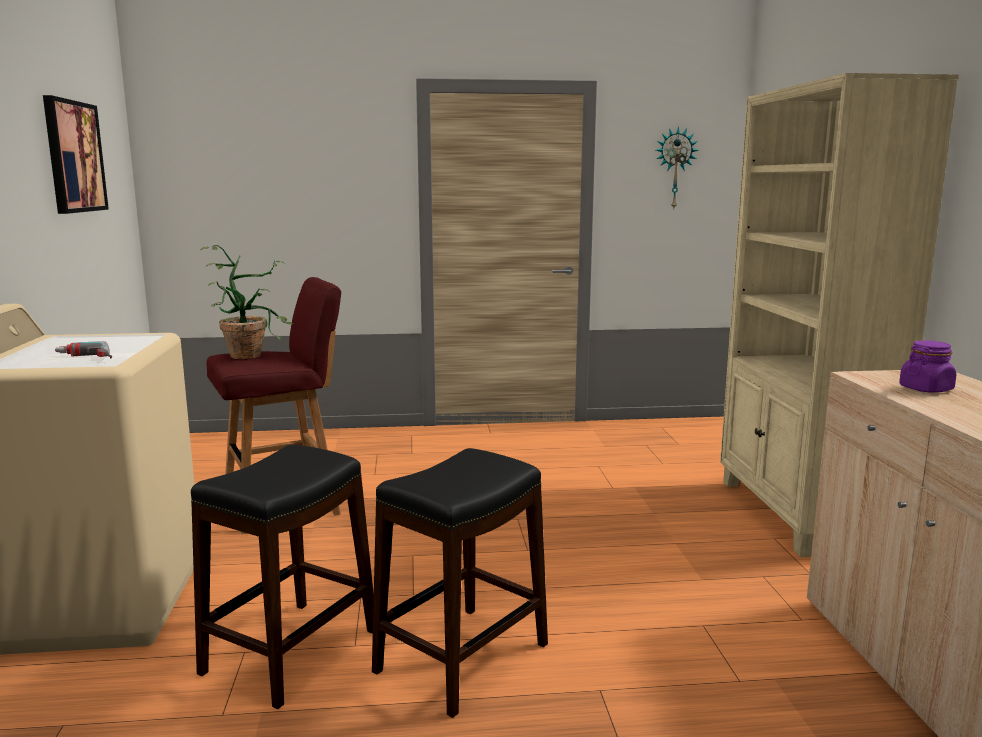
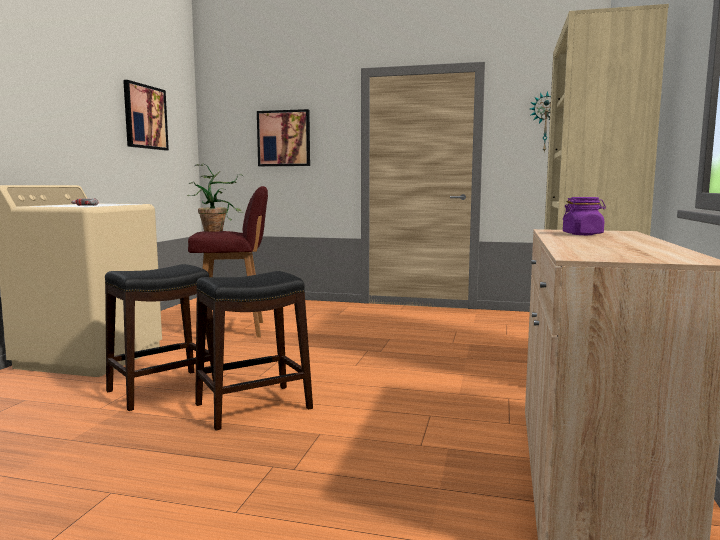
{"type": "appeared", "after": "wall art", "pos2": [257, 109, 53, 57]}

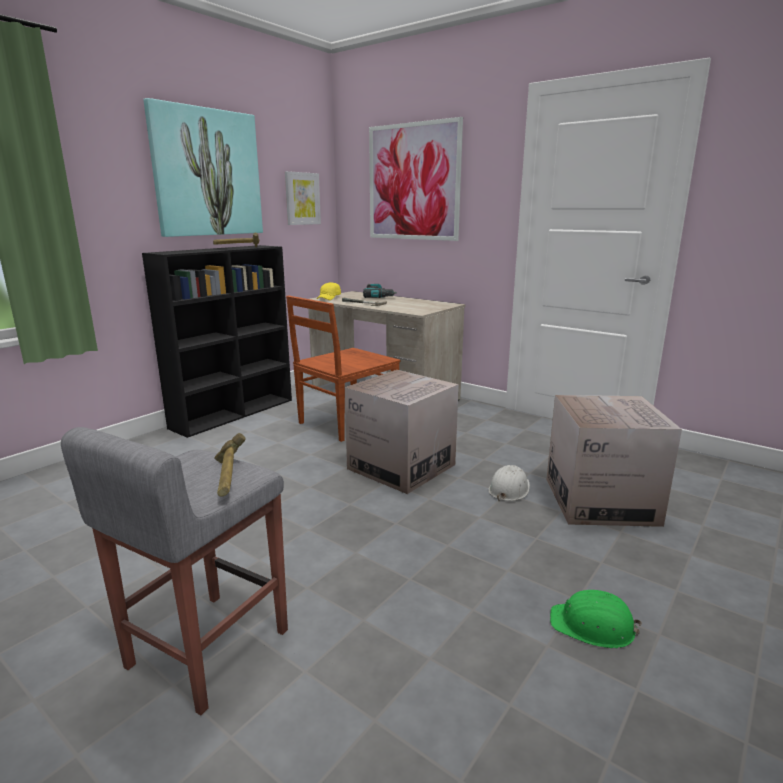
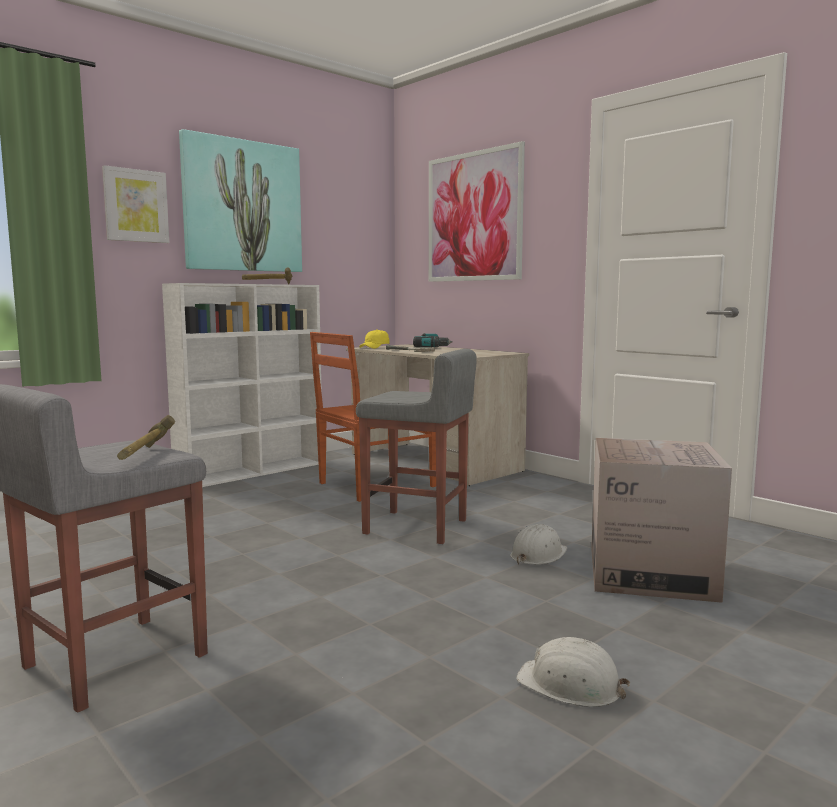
{"type": "relocated", "before": "wall art", "pos1": [285, 171, 36, 54], "pos2": [102, 165, 67, 78]}
{"type": "colour", "before": "shelving unit (black)", "after": "shelving unit (white-coloured)", "pos1": [142, 245, 150, 193], "pos2": [162, 283, 160, 204]}
{"type": "exchanged", "before": "packing box", "after": "sitting stool (greyish)", "pos1": [345, 370, 114, 124], "pos2": [356, 349, 121, 195]}
{"type": "colour", "before": "safety helmet (green)", "after": "safety helmet (white-coloured)", "pos1": [550, 590, 92, 58], "pos2": [516, 637, 114, 70]}

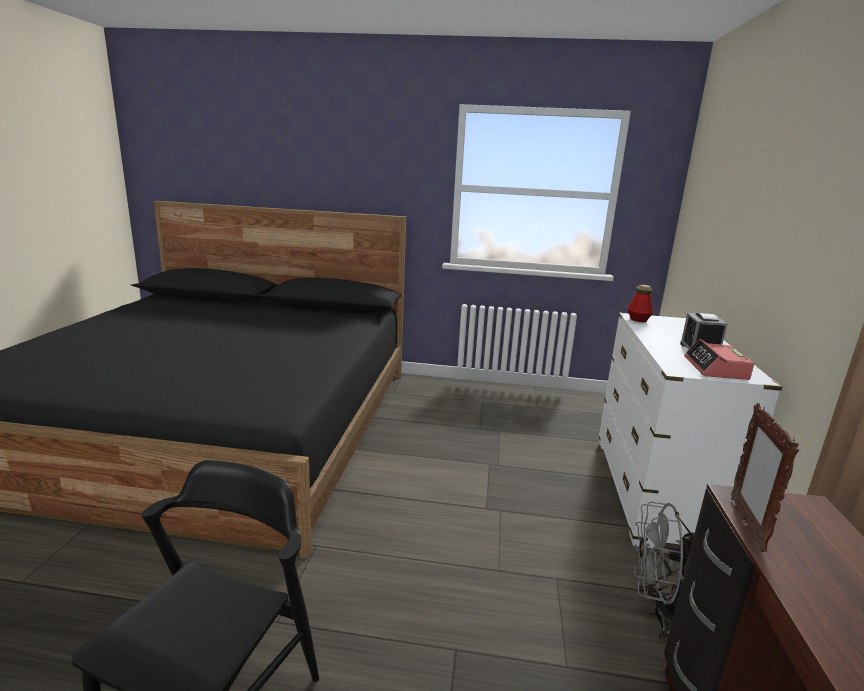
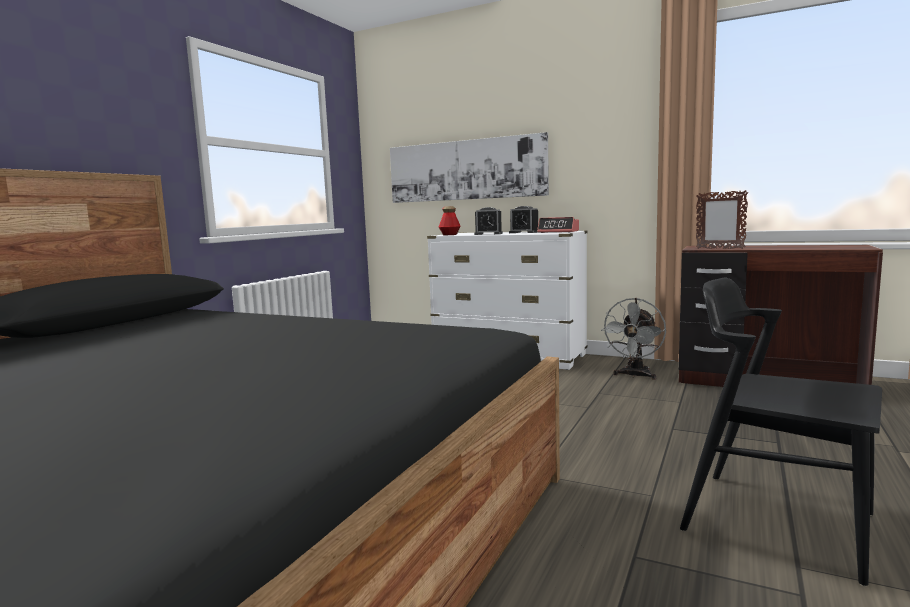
{"type": "appeared", "after": "wall art", "pos2": [390, 132, 159, 71]}
{"type": "appeared", "after": "bedside clock", "pos2": [474, 207, 29, 28]}

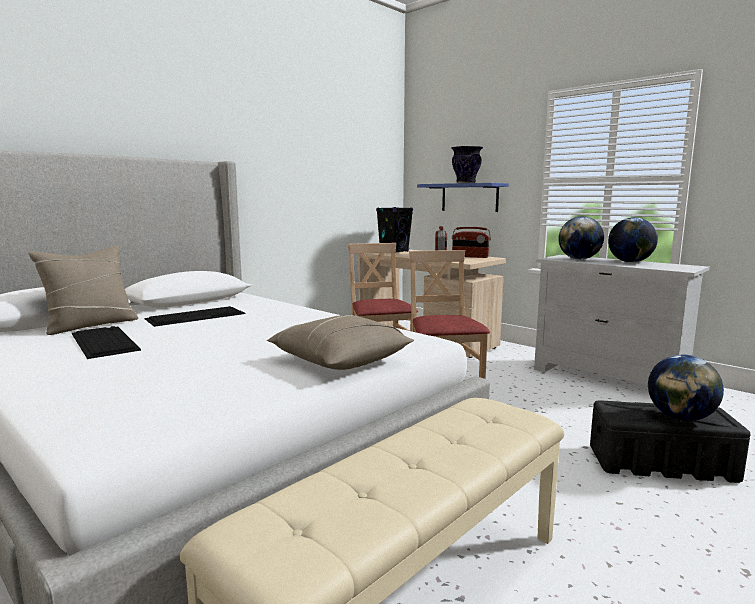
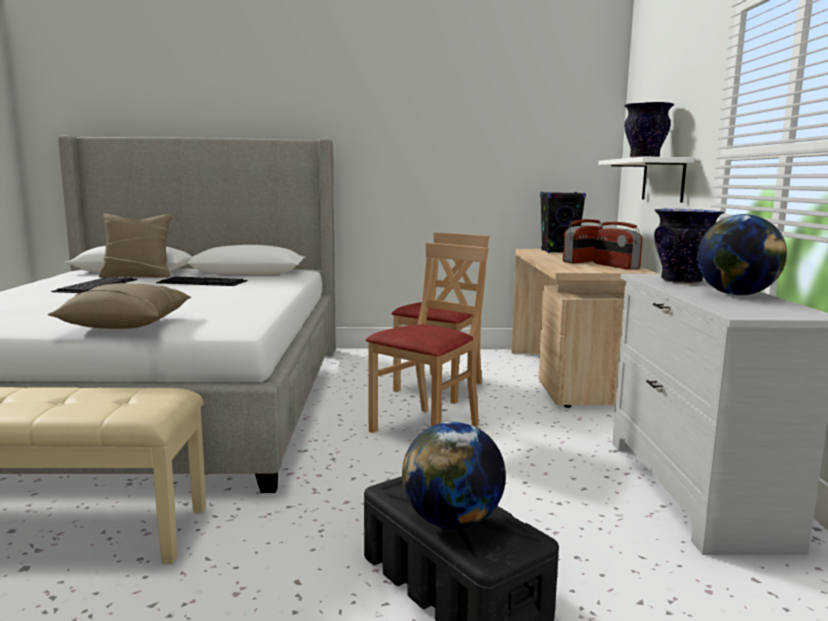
{"type": "colour", "before": "shelf (blue-coloured)", "after": "shelf (white-coloured)", "pos1": [417, 183, 92, 29], "pos2": [598, 157, 96, 46]}
{"type": "exchanged", "before": "desk globe", "after": "vase", "pos1": [559, 216, 45, 43], "pos2": [654, 208, 70, 76]}

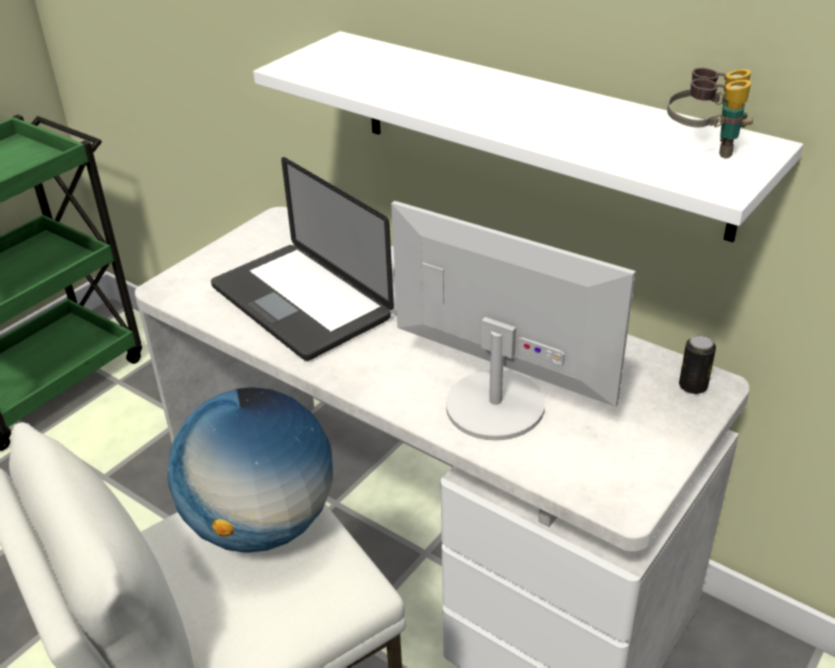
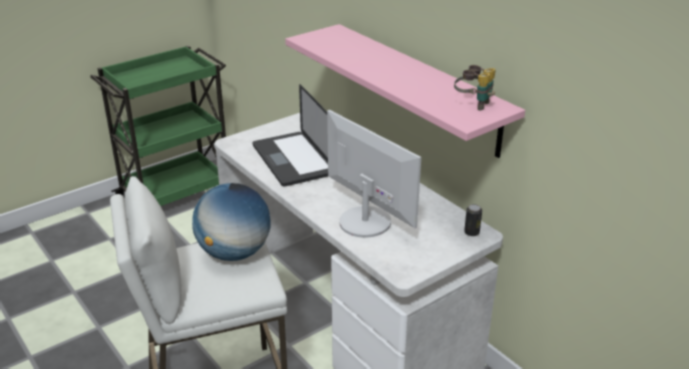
{"type": "colour", "before": "shelf (white-coloured)", "after": "shelf (pink)", "pos1": [253, 31, 550, 211], "pos2": [285, 24, 240, 134]}

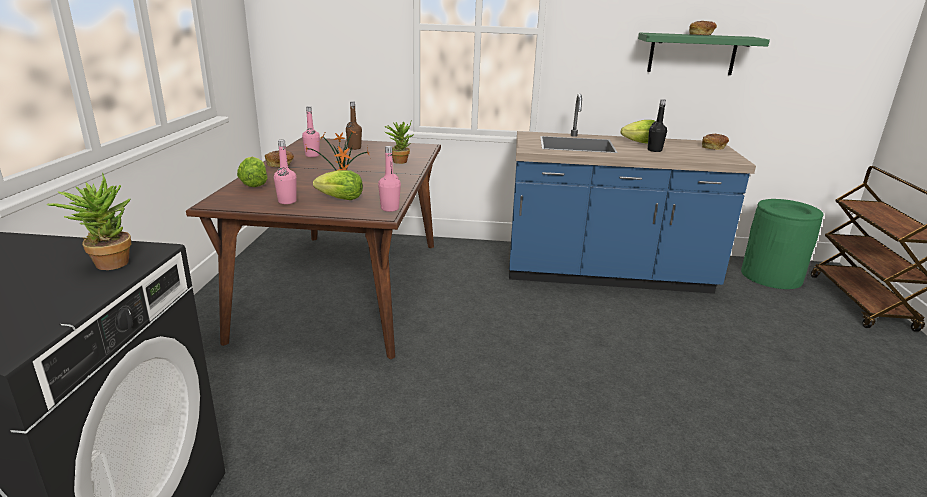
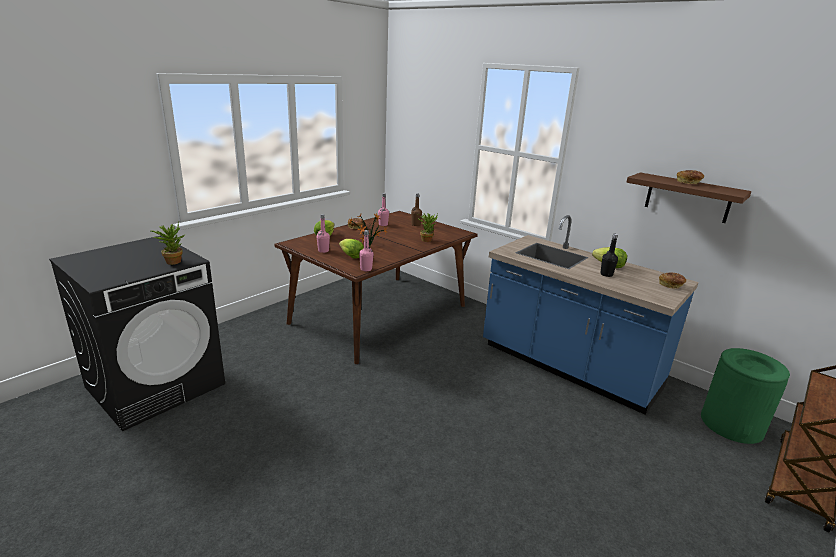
{"type": "colour", "before": "shelf (green)", "after": "shelf (brown-coloured)", "pos1": [638, 33, 132, 42], "pos2": [626, 173, 126, 50]}

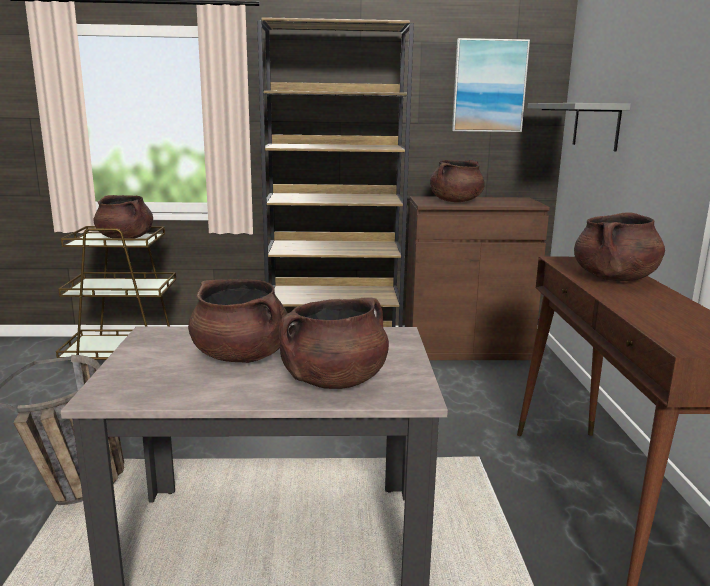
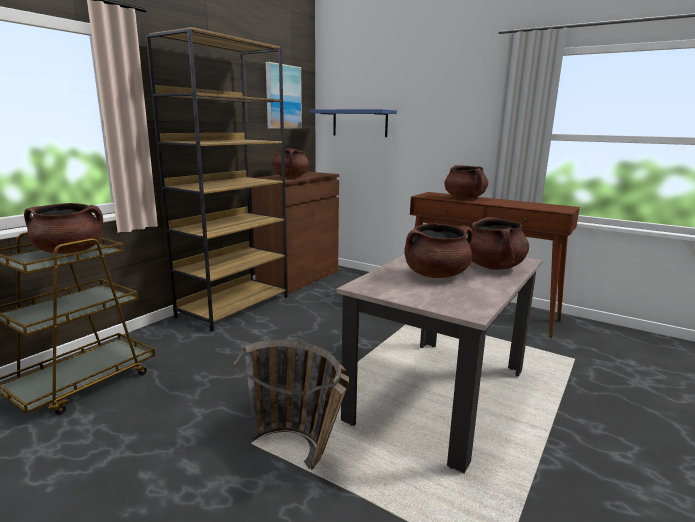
{"type": "colour", "before": "shelf (greyish)", "after": "shelf (blue-coloured)", "pos1": [528, 103, 103, 49], "pos2": [310, 109, 87, 28]}

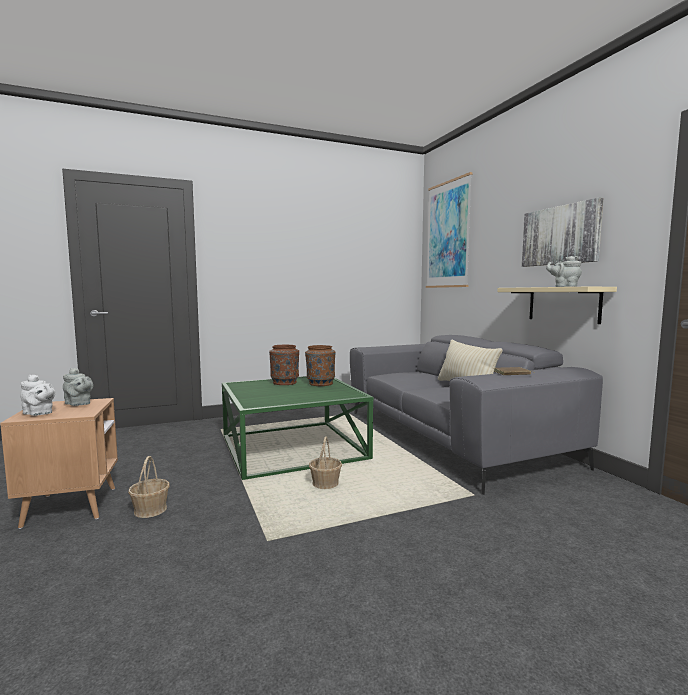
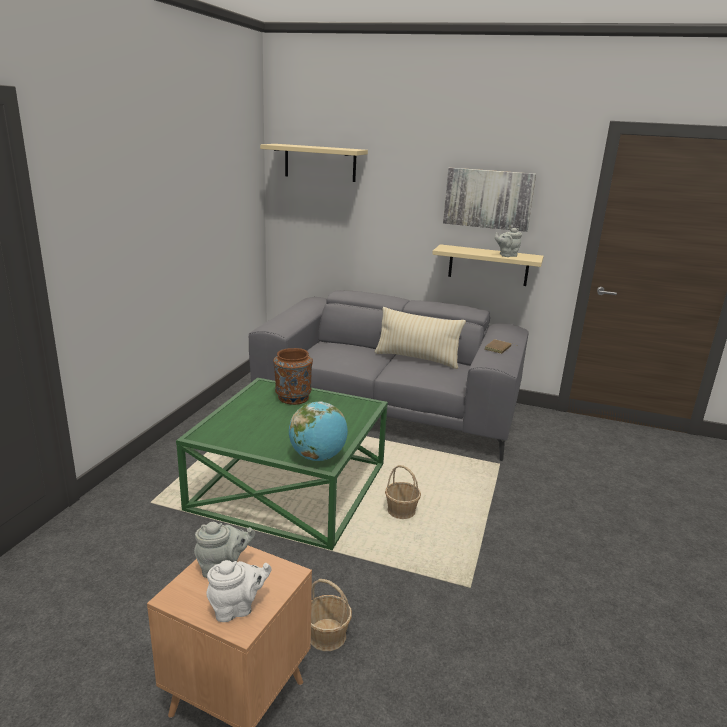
{"type": "exchanged", "before": "wall art", "after": "shelf (beige)", "pos1": [426, 172, 47, 116], "pos2": [260, 144, 108, 38]}
{"type": "appeared", "after": "desk globe", "pos2": [289, 402, 59, 59]}
{"type": "missing", "before": "vase (brown-coloured)", "pos1": [269, 345, 30, 40]}

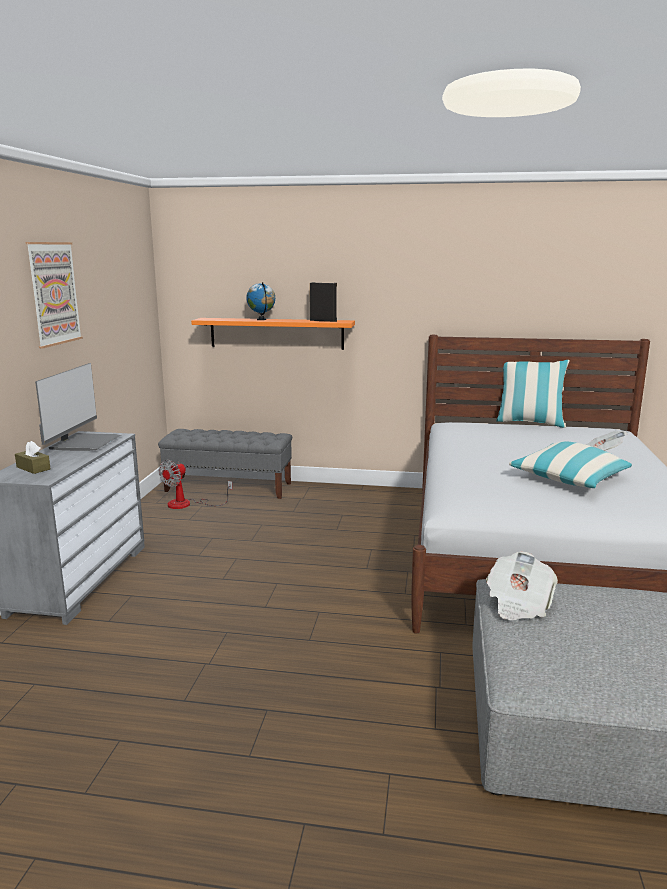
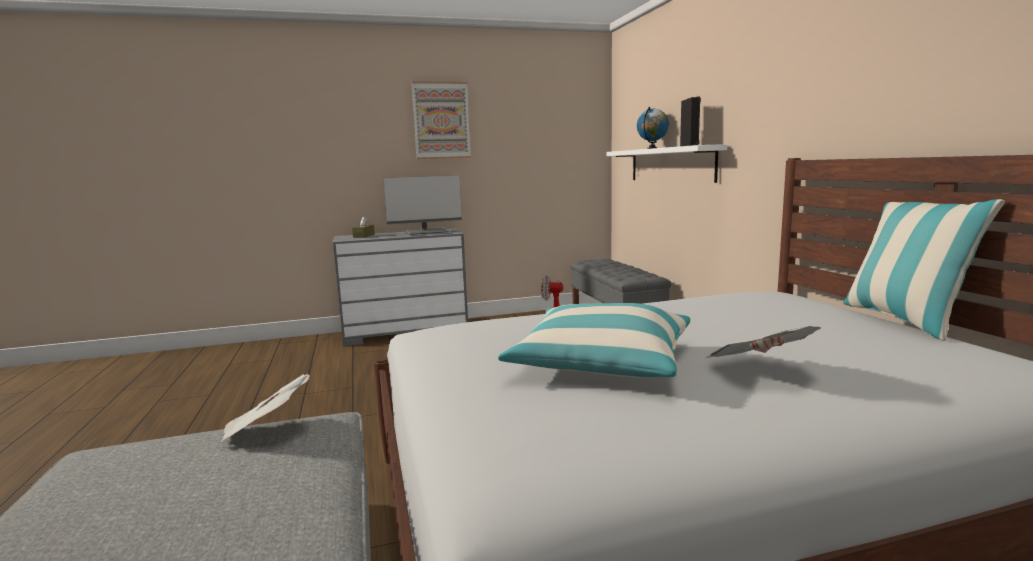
{"type": "colour", "before": "shelf (orangey)", "after": "shelf (white-coloured)", "pos1": [191, 318, 164, 32], "pos2": [606, 144, 121, 39]}

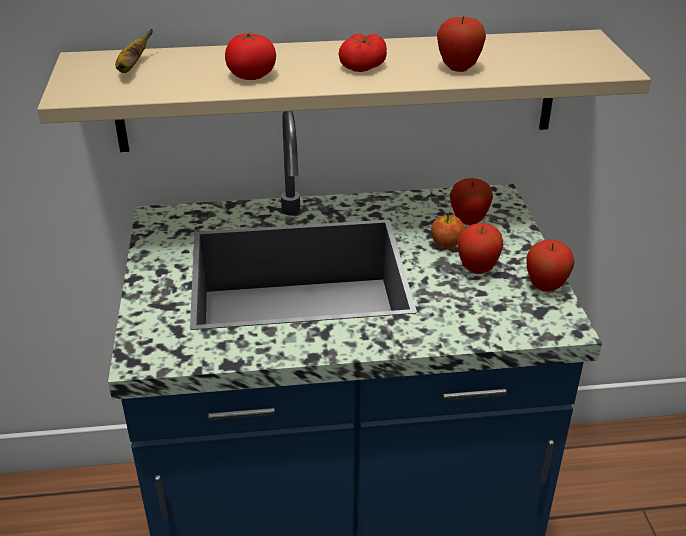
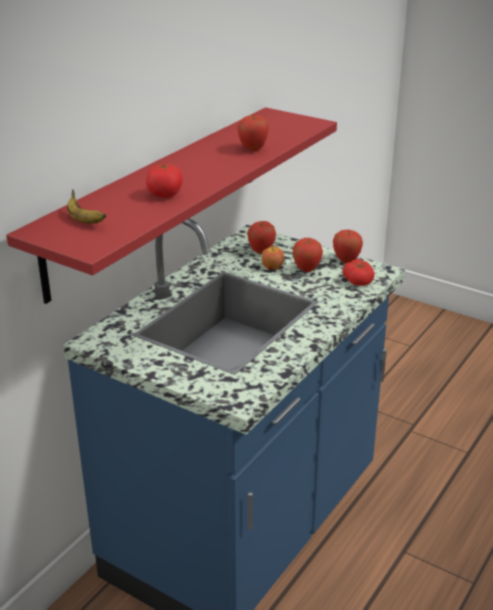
{"type": "colour", "before": "shelf (beige)", "after": "shelf (red)", "pos1": [37, 30, 614, 122], "pos2": [6, 108, 331, 196]}
{"type": "relocated", "before": "whole tomato", "pos1": [339, 34, 48, 38], "pos2": [343, 259, 32, 27]}

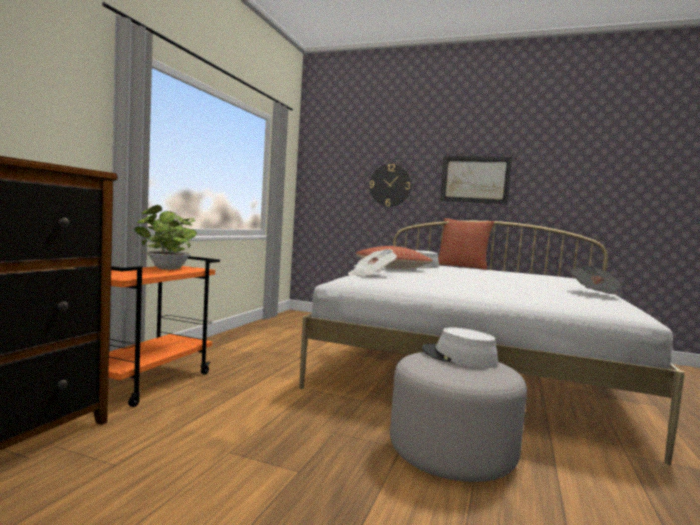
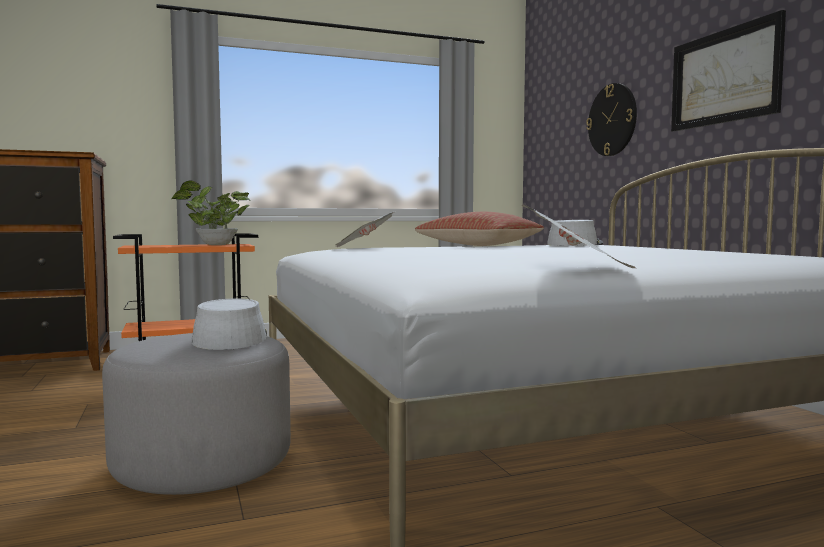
{"type": "missing", "before": "throw pillow", "pos1": [438, 218, 56, 52]}

